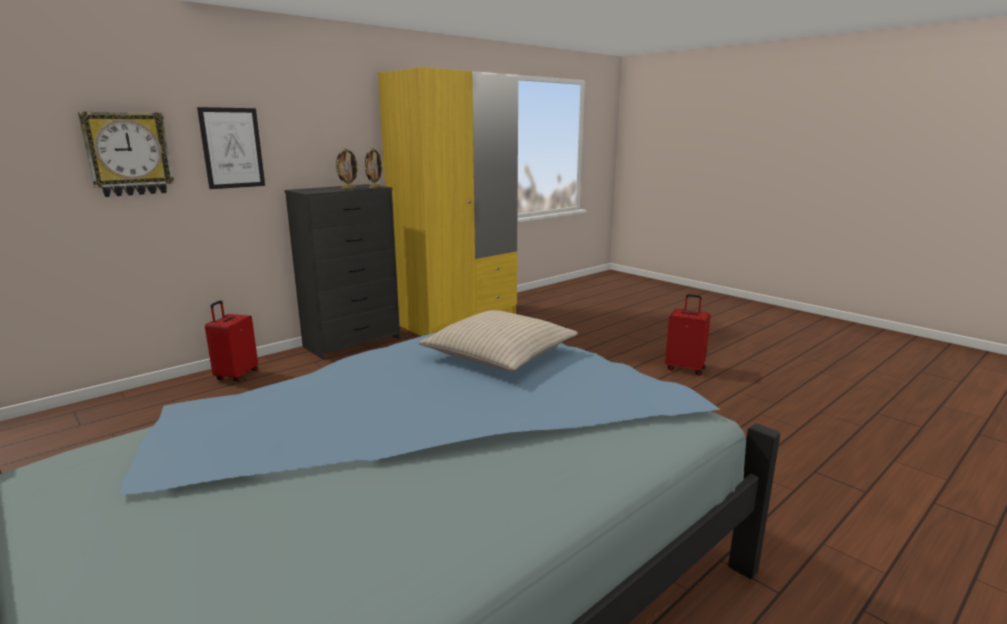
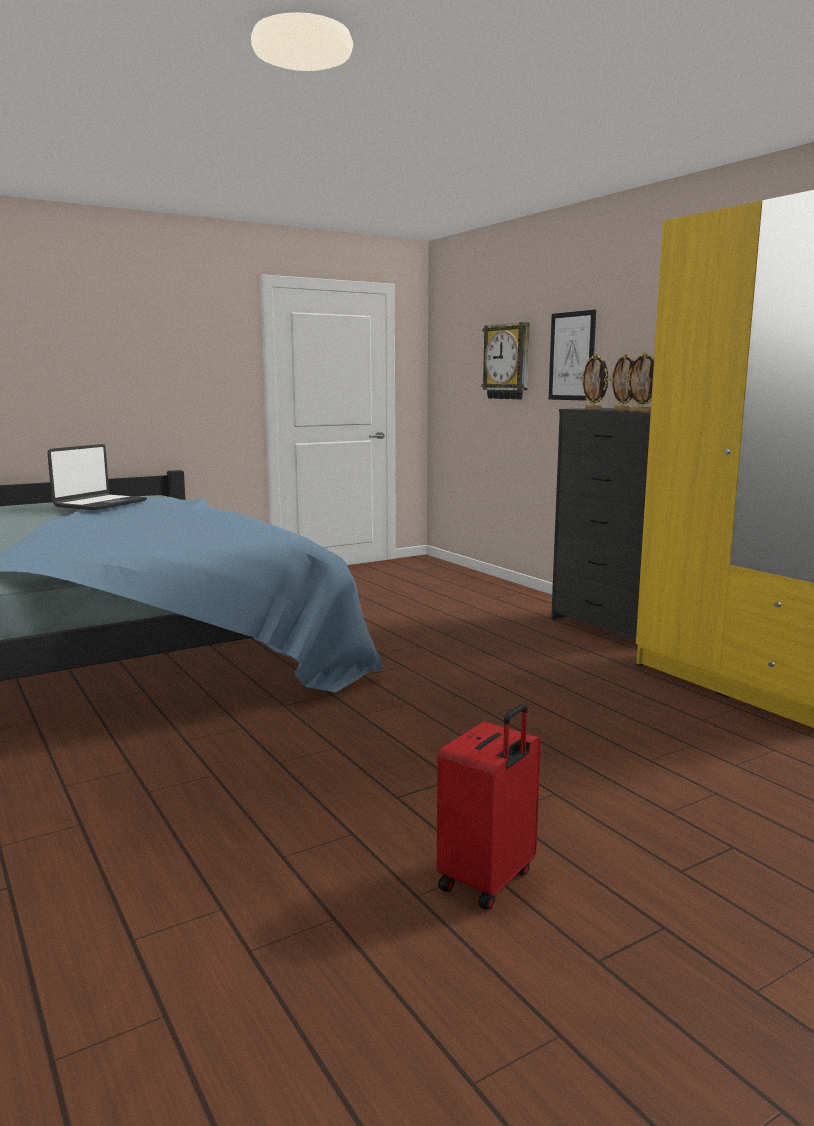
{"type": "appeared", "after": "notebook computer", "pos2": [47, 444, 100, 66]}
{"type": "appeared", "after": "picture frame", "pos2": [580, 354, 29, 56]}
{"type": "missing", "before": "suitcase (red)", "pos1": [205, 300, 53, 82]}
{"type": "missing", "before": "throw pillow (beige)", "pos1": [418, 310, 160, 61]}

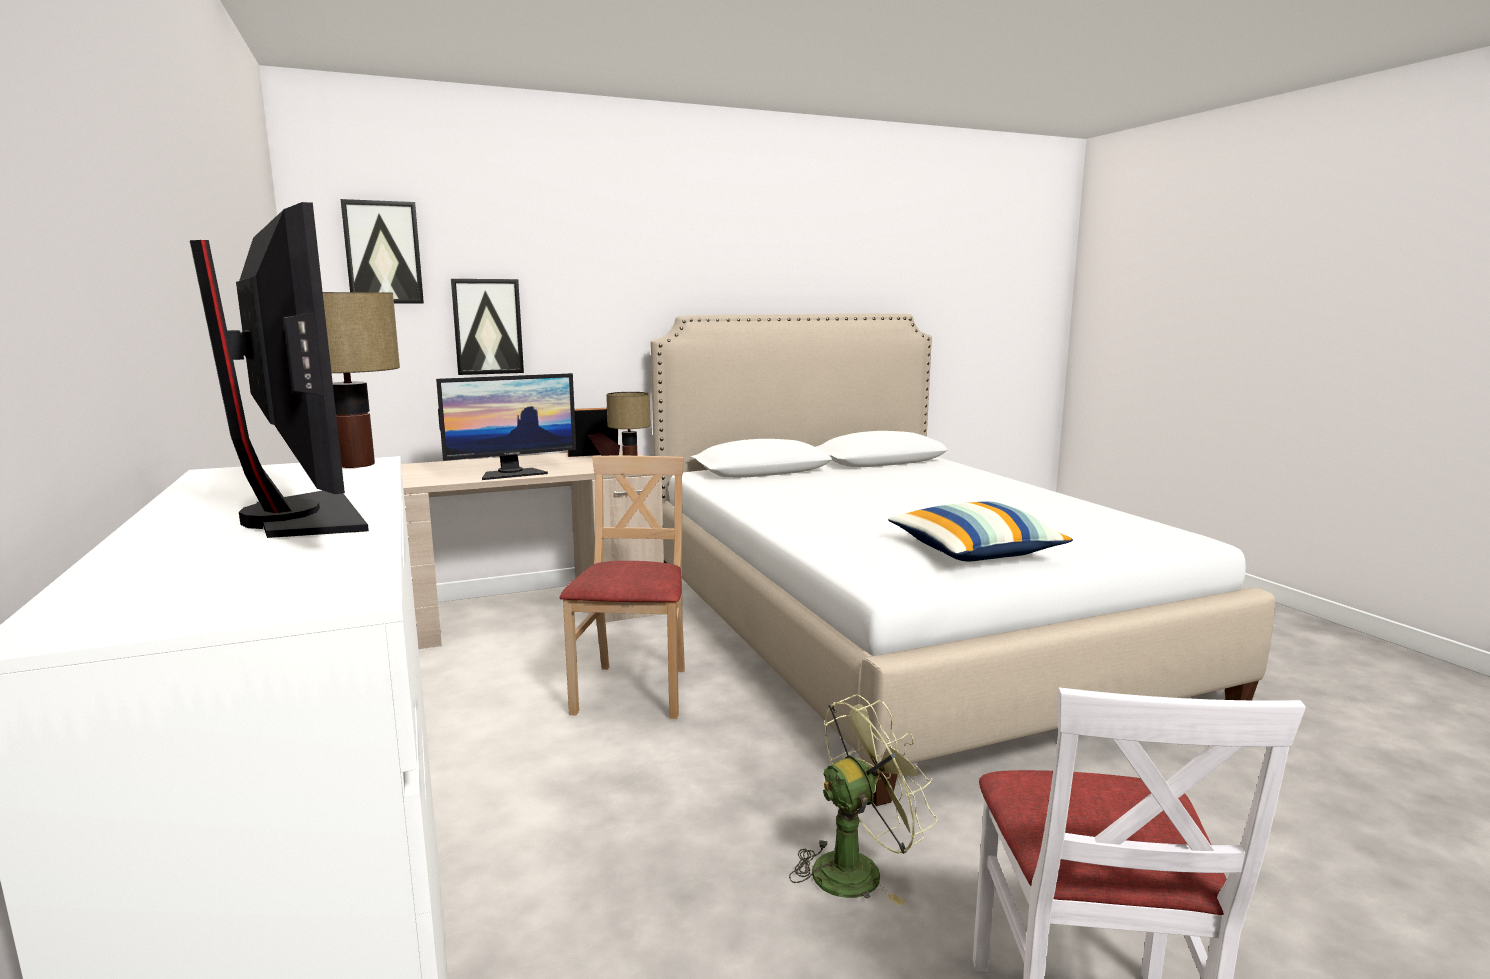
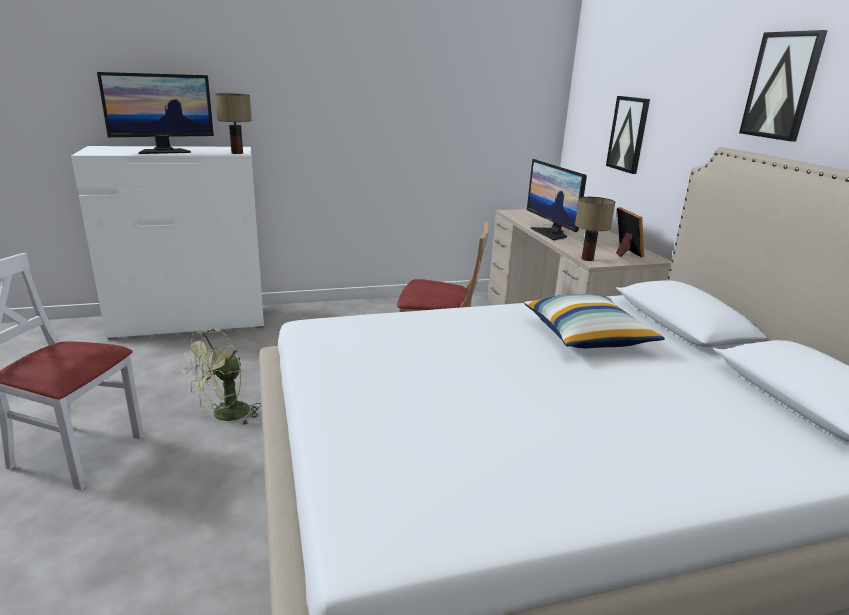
{"type": "spun", "before": "cooling fan (green)", "pos1": [789, 695, 149, 211], "pos2": [182, 329, 79, 96], "turn": 60}
{"type": "relocated", "before": "throw pillow", "pos1": [888, 501, 185, 61], "pos2": [524, 294, 141, 54]}
{"type": "relocated", "before": "wall art", "pos1": [341, 199, 83, 104], "pos2": [739, 30, 89, 112]}

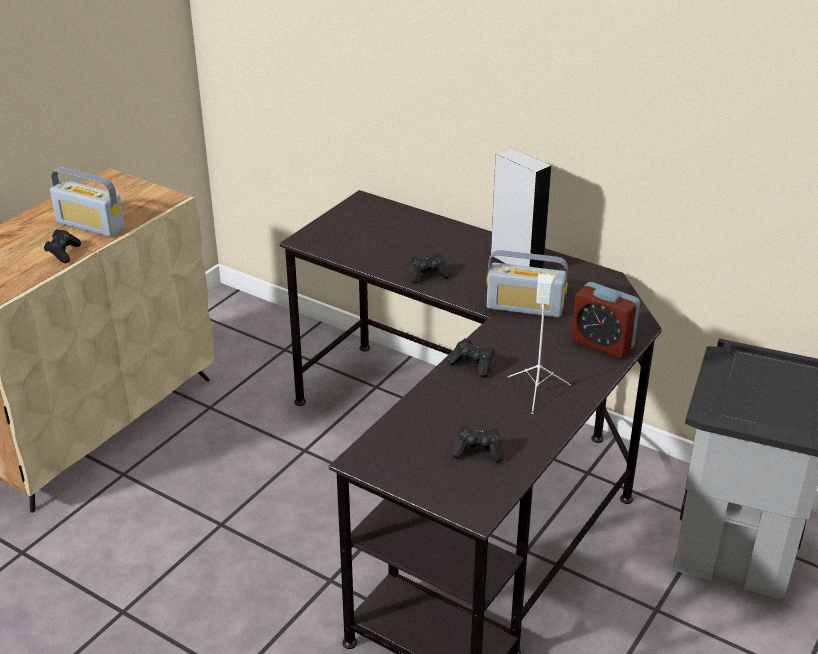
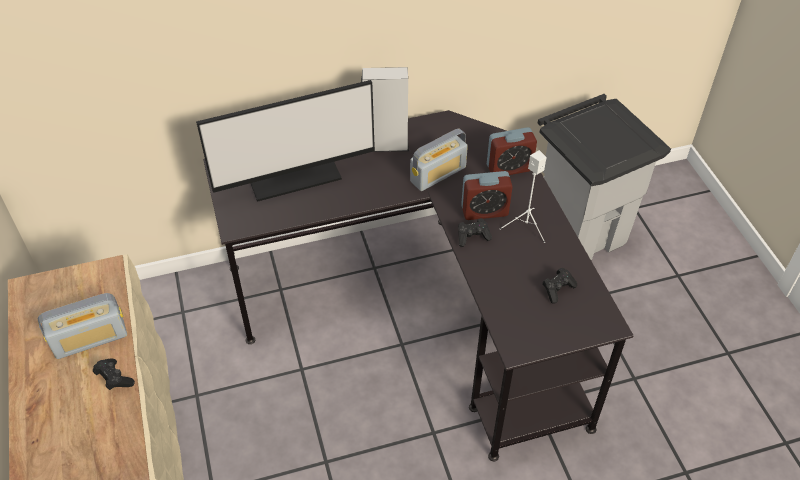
{"type": "appeared", "after": "computer screen", "pos2": [196, 80, 179, 122]}
{"type": "appeared", "after": "bedside clock", "pos2": [461, 171, 52, 49]}
{"type": "missing", "before": "joypad (black)", "pos1": [410, 253, 40, 31]}

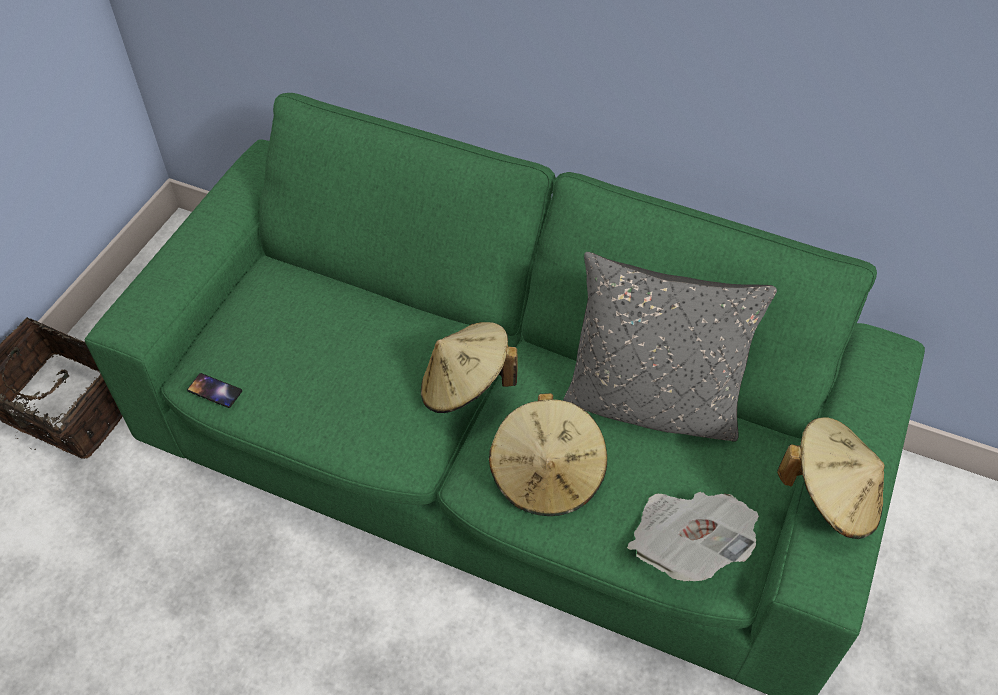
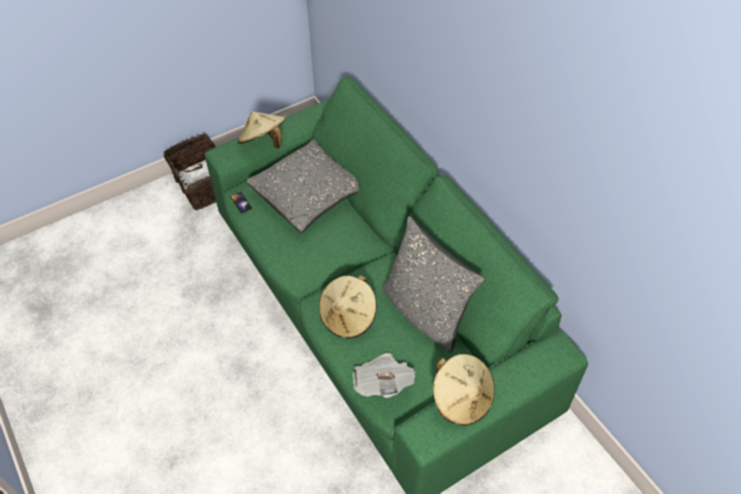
{"type": "relocated", "before": "hat (beige)", "pos1": [421, 322, 97, 91], "pos2": [238, 111, 48, 37]}
{"type": "appeared", "after": "throw pillow (greyish)", "pos2": [246, 139, 113, 94]}

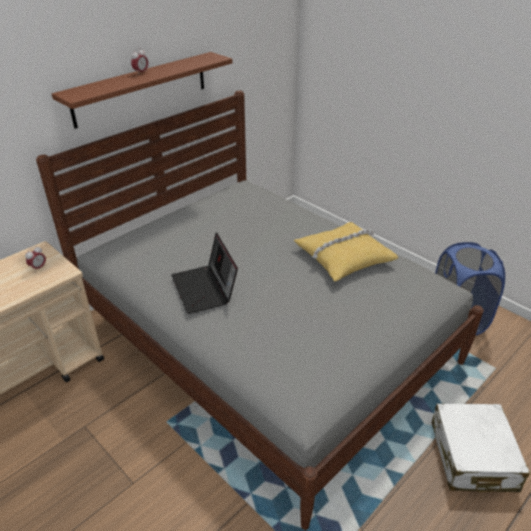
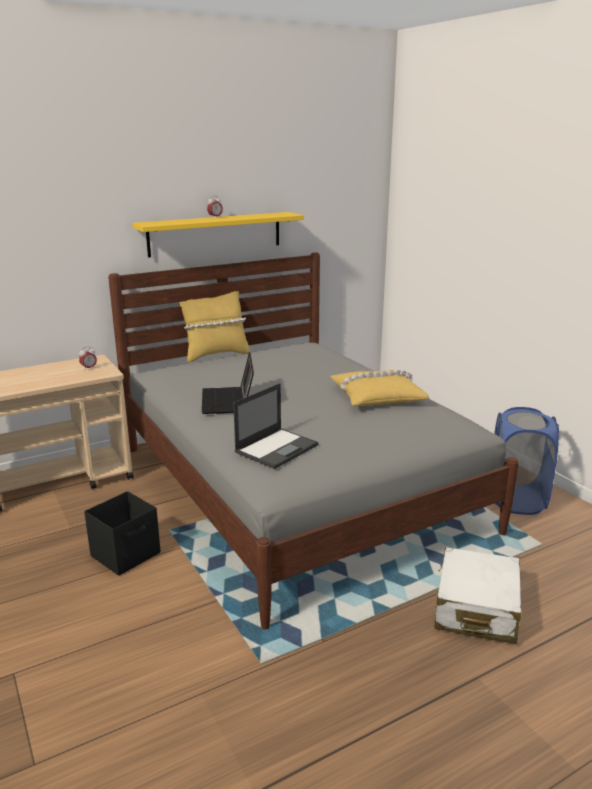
{"type": "appeared", "after": "storage box (black)", "pos2": [84, 491, 77, 85]}
{"type": "colour", "before": "shelf (brown-coloured)", "after": "shelf (yellow-coloured)", "pos1": [52, 52, 180, 77], "pos2": [132, 212, 172, 46]}
{"type": "appeared", "after": "throw pillow (yellow-coloured)", "pos2": [179, 291, 71, 72]}
{"type": "appeared", "after": "notebook computer", "pos2": [233, 383, 86, 86]}

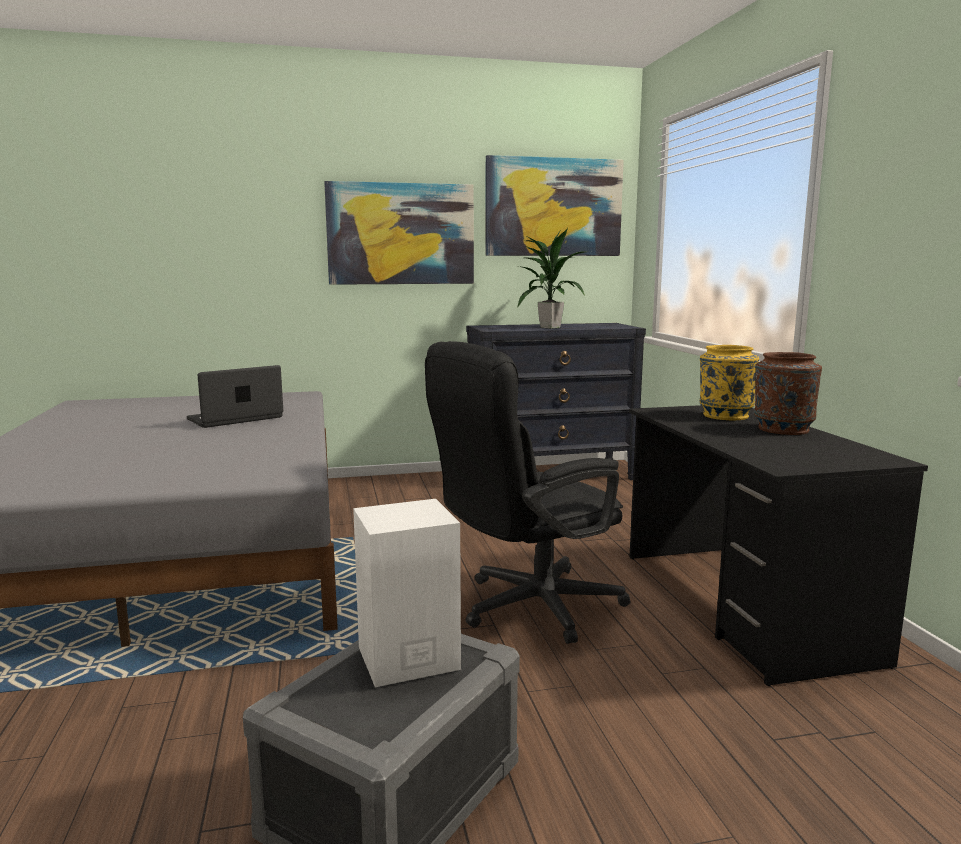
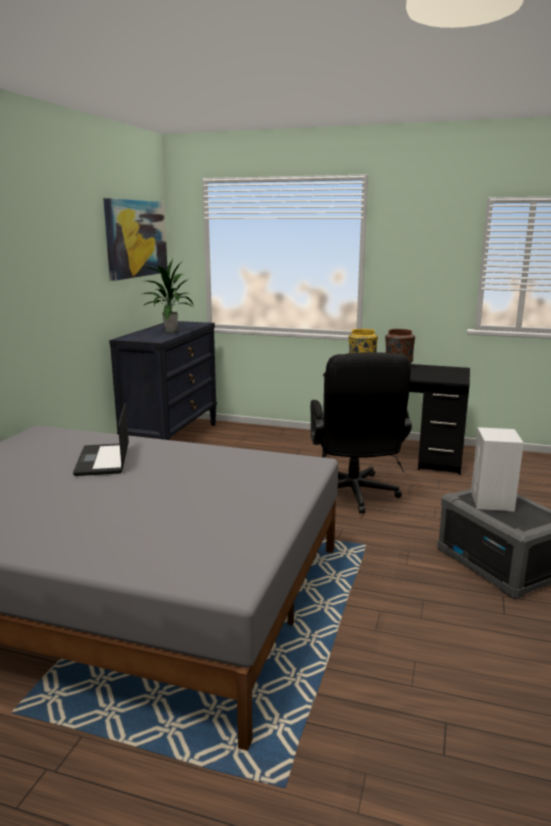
{"type": "missing", "before": "wall art", "pos1": [324, 181, 150, 104]}

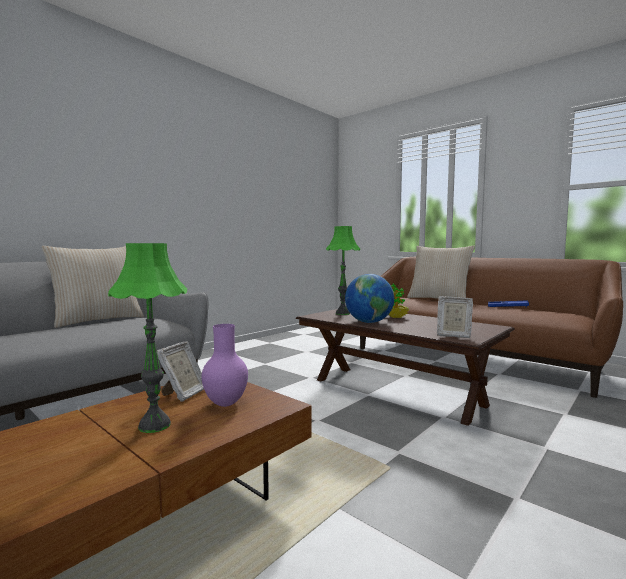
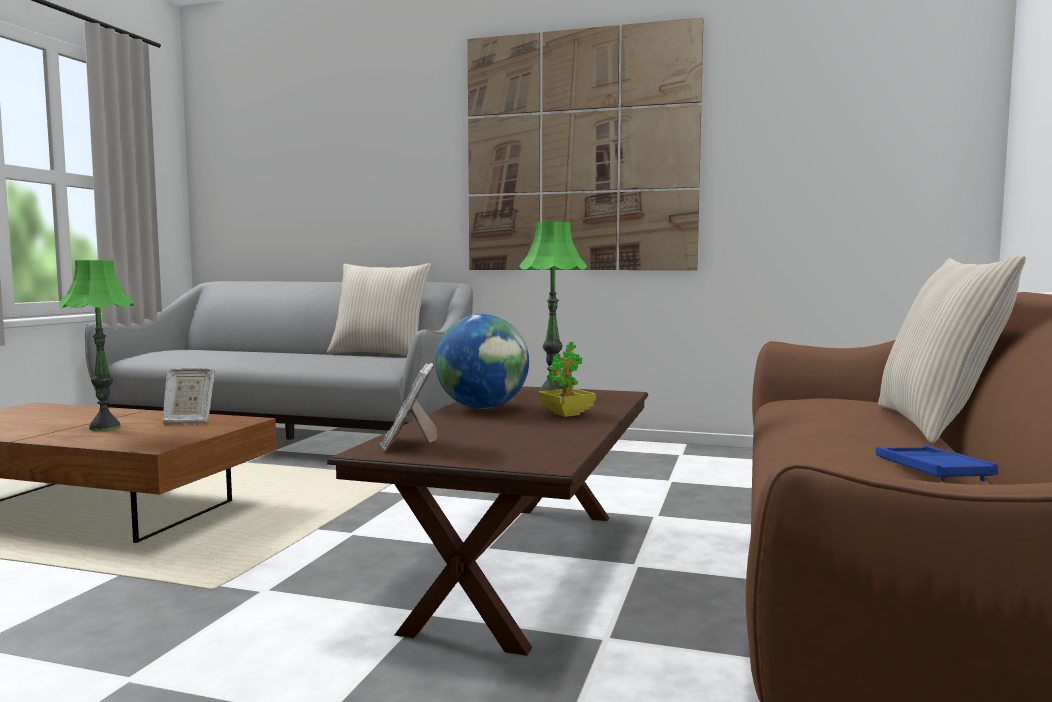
{"type": "appeared", "after": "wall art", "pos2": [467, 17, 236, 253]}
{"type": "missing", "before": "vase (purple-coloured)", "pos1": [201, 324, 47, 83]}

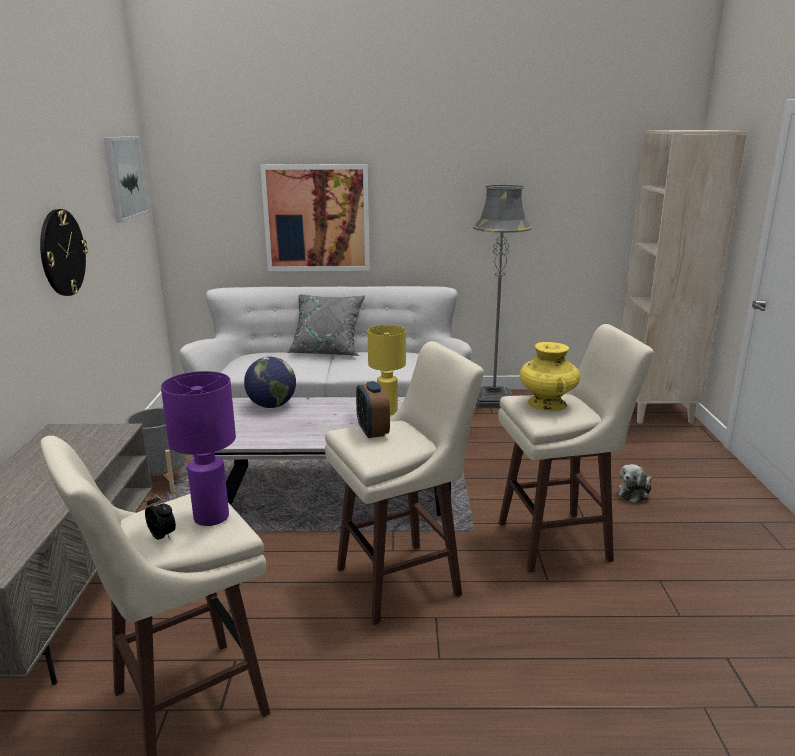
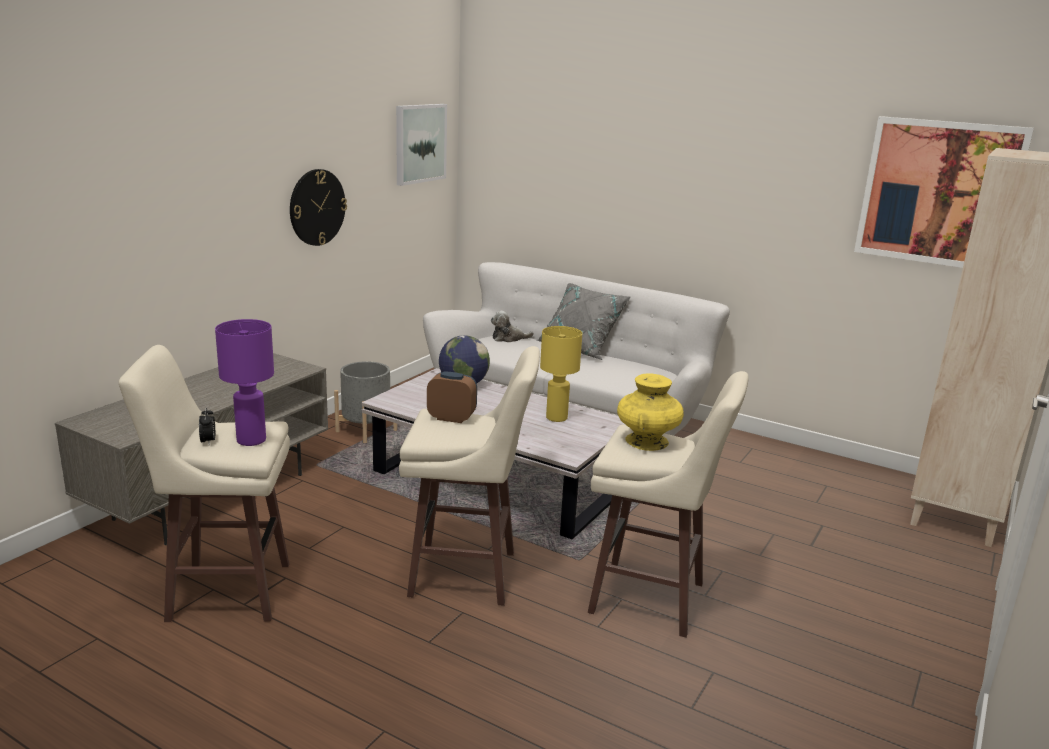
{"type": "spun", "before": "bedside clock", "pos1": [356, 381, 34, 57], "pos2": [427, 372, 50, 51], "turn": 90}
{"type": "relocated", "before": "cuddly toy", "pos1": [618, 464, 34, 39], "pos2": [491, 311, 43, 31]}
{"type": "relocated", "before": "wall art", "pos1": [260, 164, 110, 107], "pos2": [854, 116, 180, 152]}
{"type": "missing", "before": "floor lamp (greyish)", "pos1": [473, 185, 59, 223]}

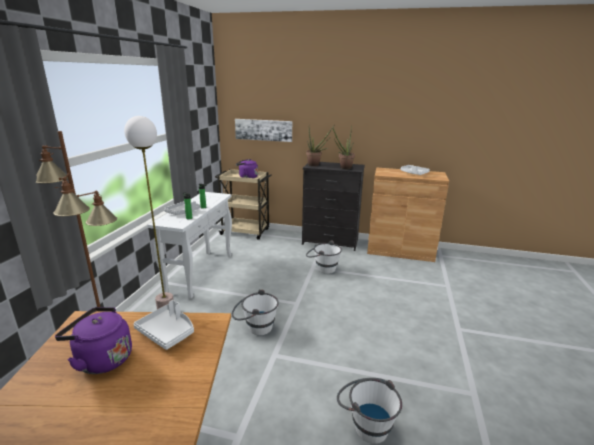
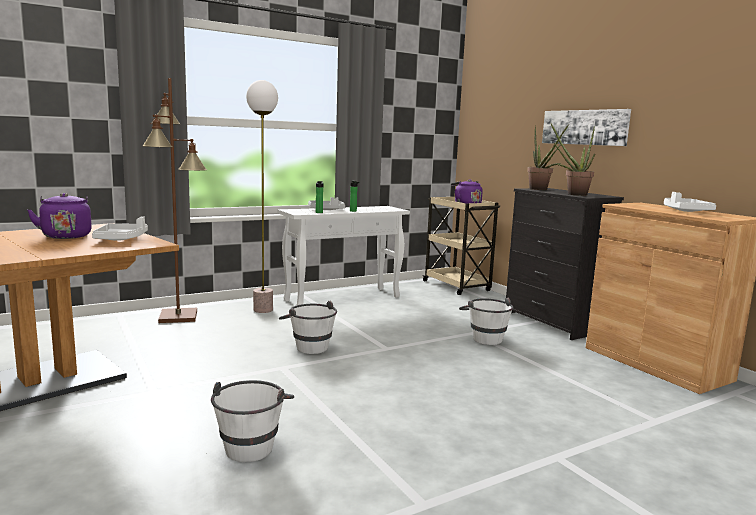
{"type": "relocated", "before": "wall art", "pos1": [235, 119, 57, 23], "pos2": [542, 109, 89, 37]}

